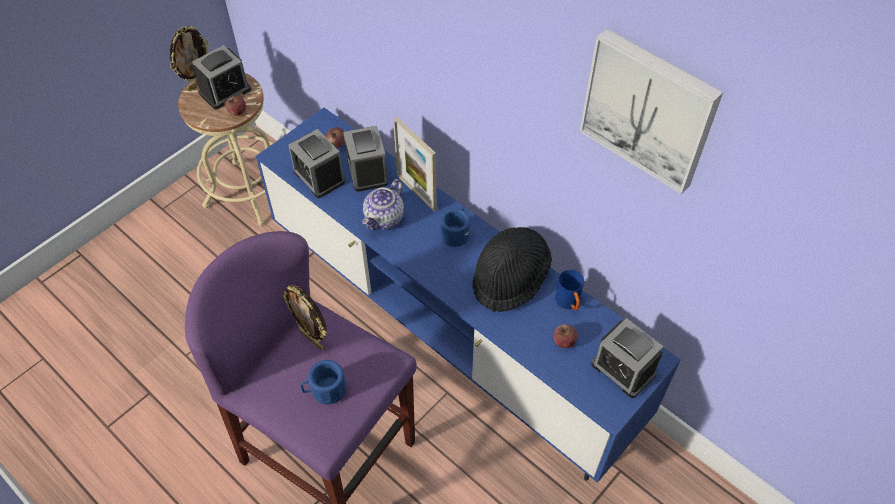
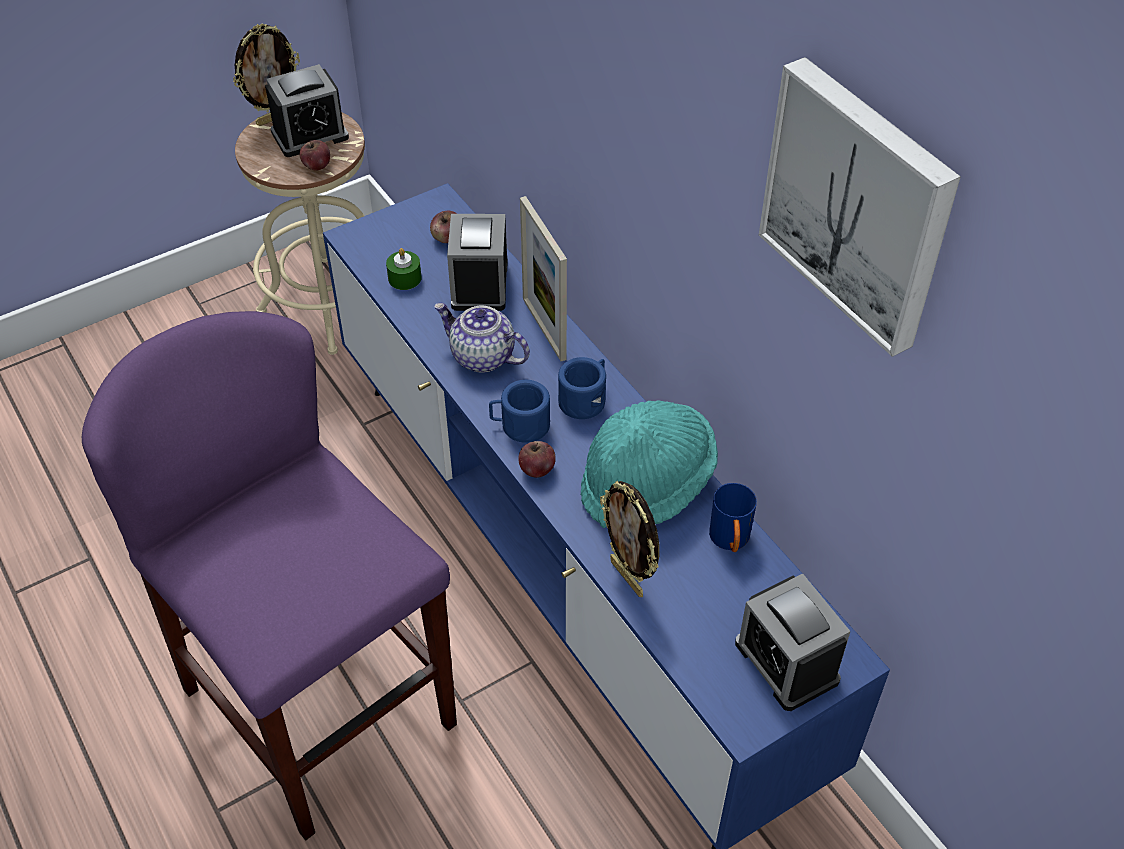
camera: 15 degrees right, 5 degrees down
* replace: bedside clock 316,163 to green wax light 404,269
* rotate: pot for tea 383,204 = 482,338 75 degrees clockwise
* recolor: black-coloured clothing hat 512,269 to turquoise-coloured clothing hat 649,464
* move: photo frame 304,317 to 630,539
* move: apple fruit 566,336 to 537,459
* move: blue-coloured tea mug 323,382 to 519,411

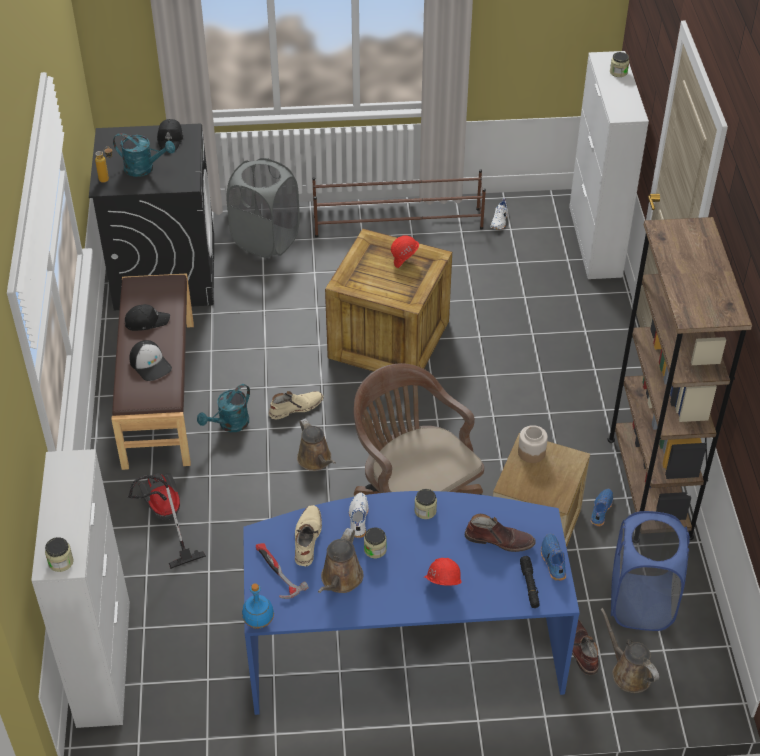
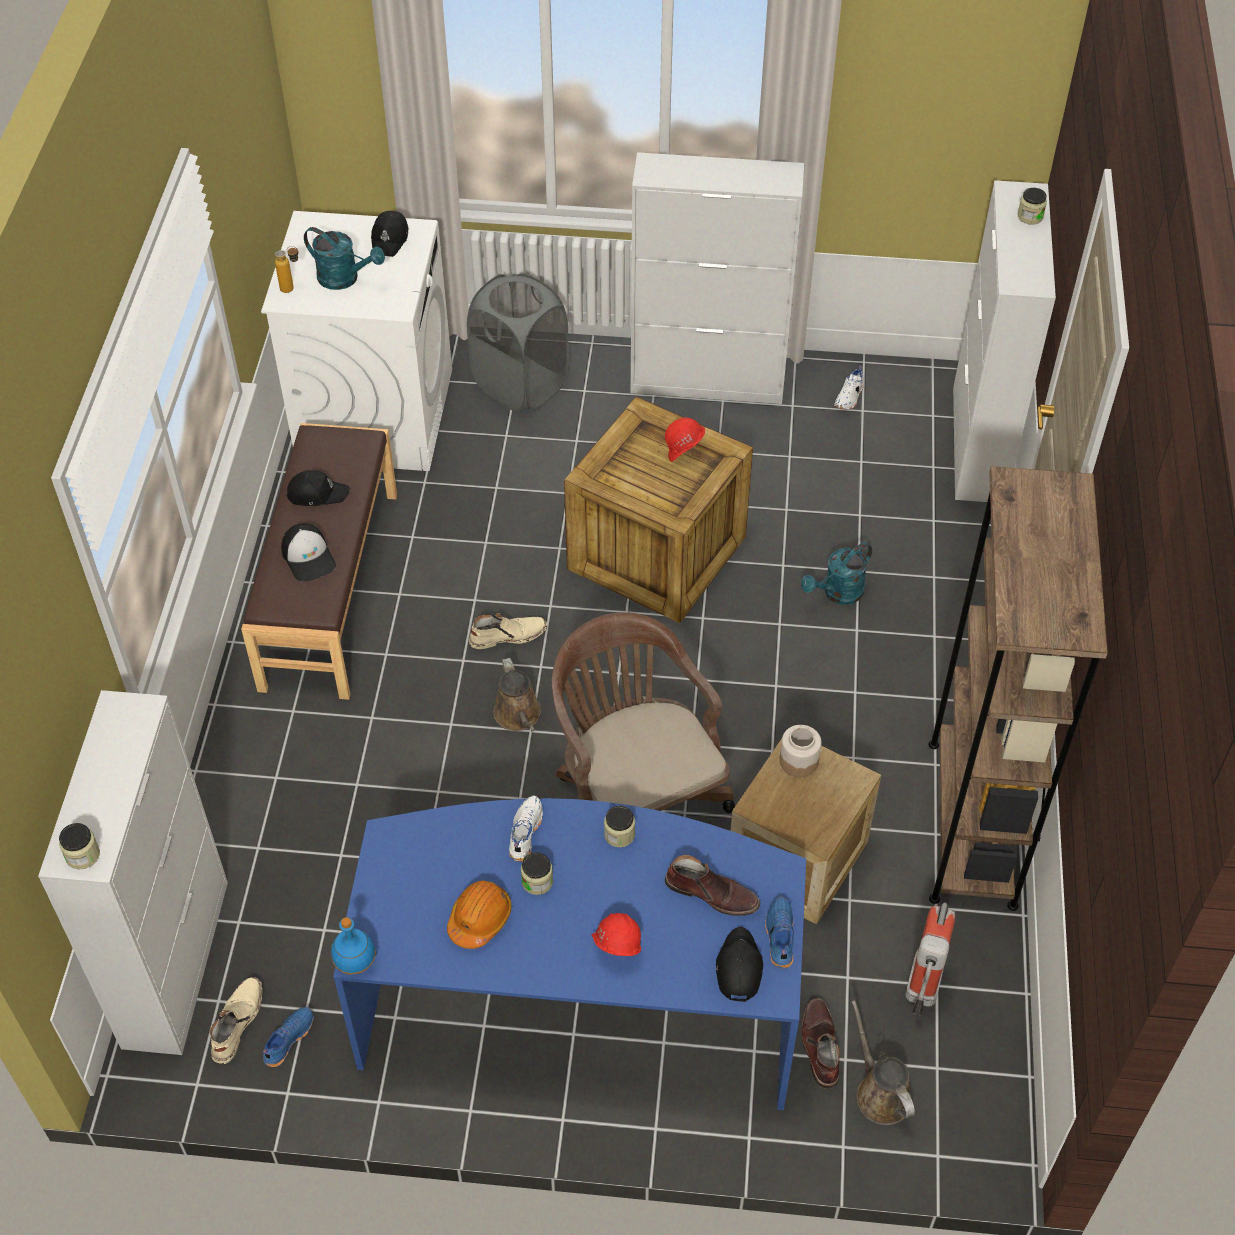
camera: 10 degrees right, 5 degrees up
* recolor: black-coloured washing machine 151,217 to whitish washing machine 356,341
* replace: brown-coloured shoe shelf 399,204 to whitish storage cabinet 717,278
* move: turquoise-coloured sprinkling can 223,408 to 836,573
* delete: vacuum 167,521
* move: blue-coloured low shoe 602,508 to 288,1037
* move: sand-coloured boot 308,535 to 236,1020
* replace: blue-coloured laundry basket 650,571 to extinguisher 930,958
* replace: brown-coloured sprinkling can 340,560 to orange-coloured work helmet 479,914
* delete: tool hammer 282,571
* replace: black-coloured flashlight 530,582 to black-coloured baseball cap 739,964

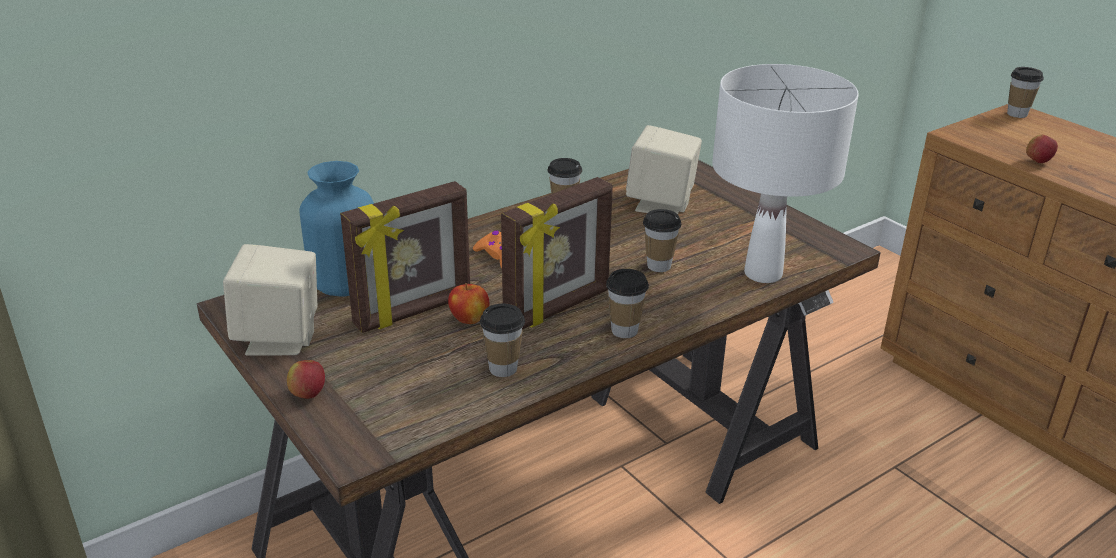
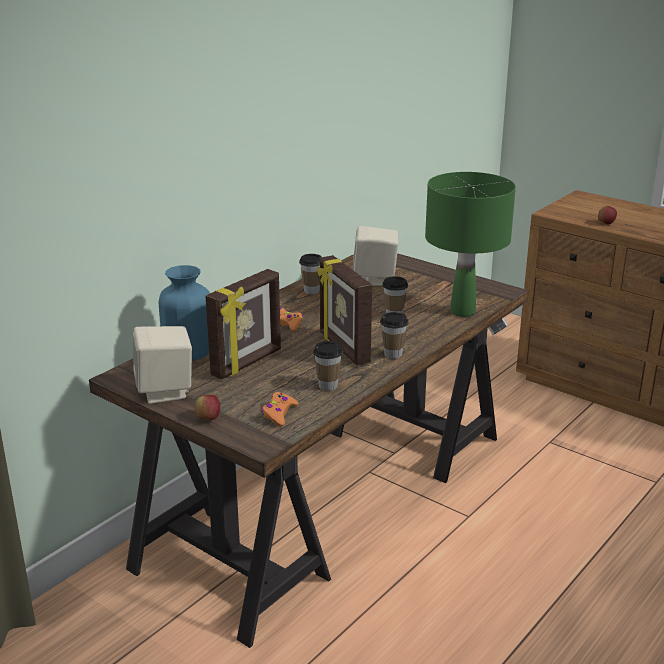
camera: 15 degrees left, 5 degrees down
* recolor: whitish lamp for a table 785,173 to green lamp for a table 470,244
* delete: drinking cup 1025,92
* rotate: photo frame 557,253 = 344,310 120 degrees clockwise
* delete: apple fruit 468,303
* insert: orange-coloured game controller 280,409

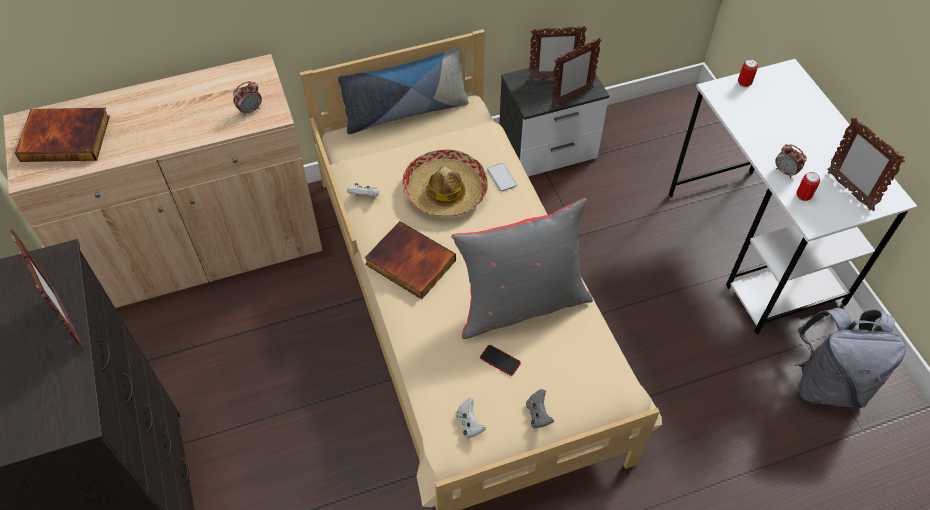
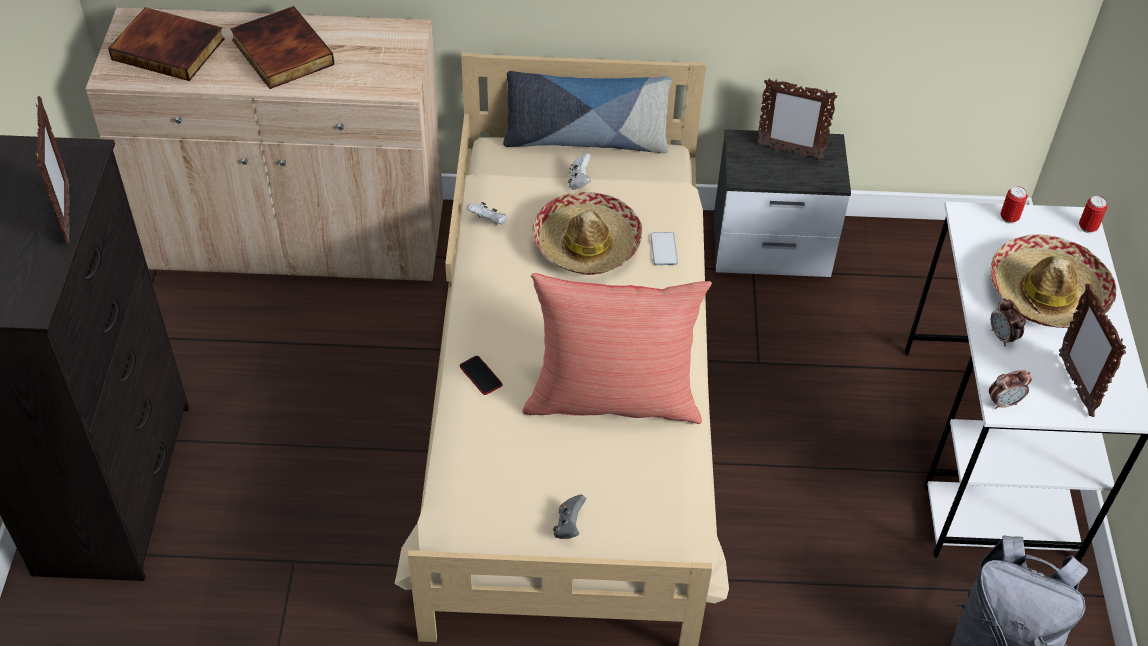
camera: 20 degrees right, 5 degrees down
* delete: photo frame 576,72
* move: bedside clock 247,98 to 1010,389
* move: sealed can 808,186 to 1093,214
* recolor: gray throw pillow 522,268 to reddish throw pillow 617,348
* move: volume 410,260 to 282,47
* move: phone 500,360 to 481,375
* move: whitish game controller 471,418 to 579,171
* insert: clothing hat 1053,281

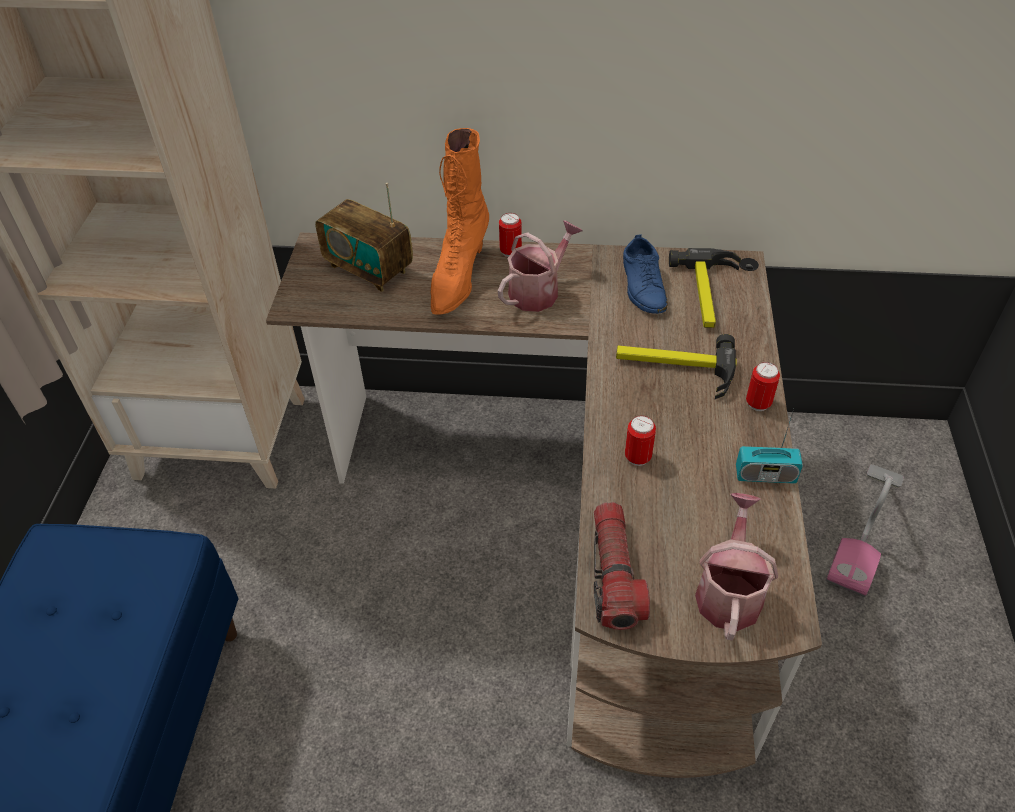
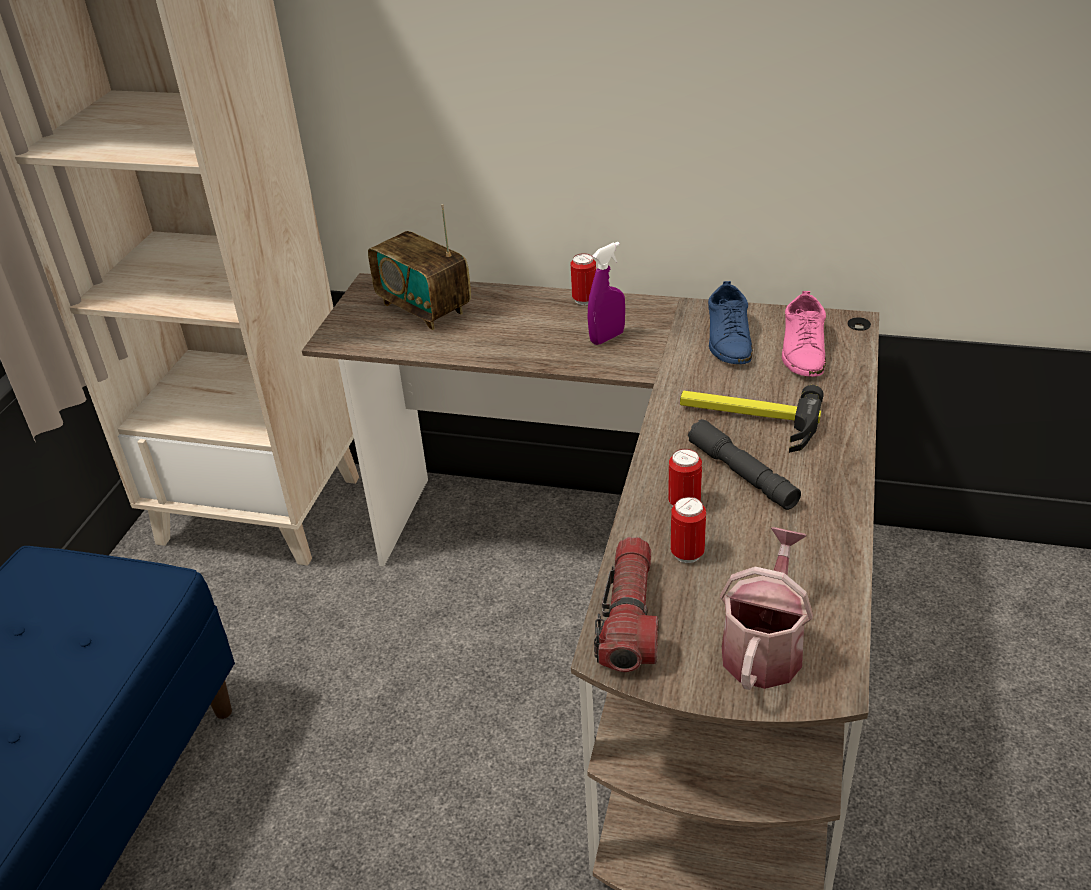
camera: 10 degrees right, 10 degrees down
* delete: orange-coloured boot 460,221
* replace: sprinkling can 540,266 to purple spray bottle 606,293
* replace: tool hammer 705,288 to pink low shoe 804,334
* move: sealed can 763,386 to 688,530
* delete: radio receiver 769,446
* delete: vacuum 865,530
* insert: gray flashlight 744,464

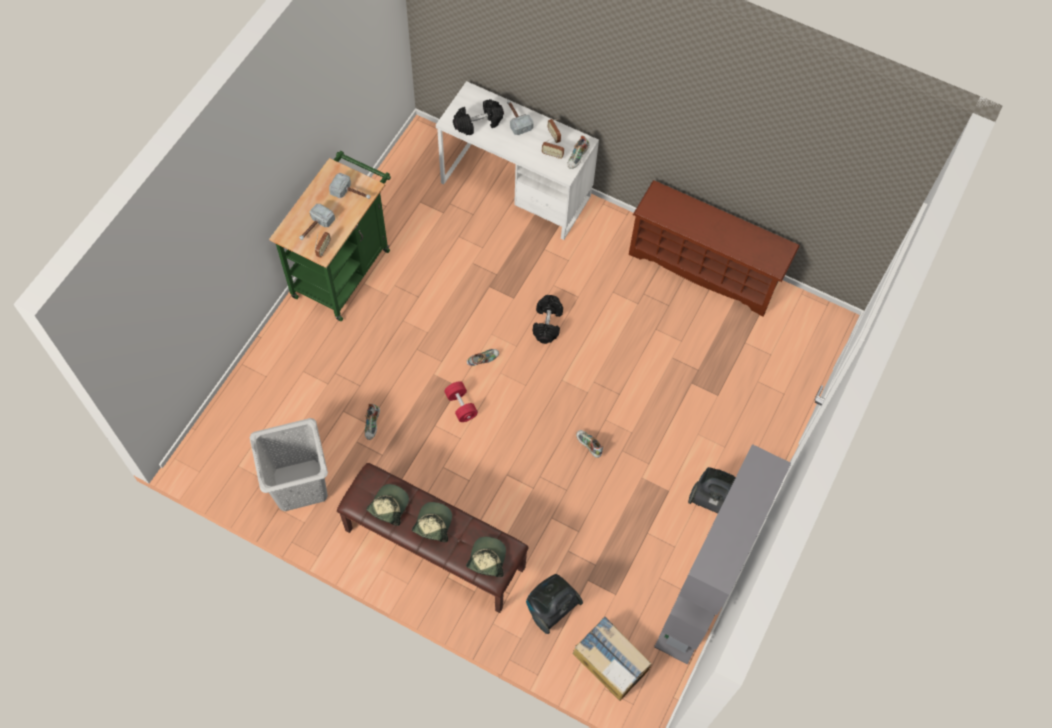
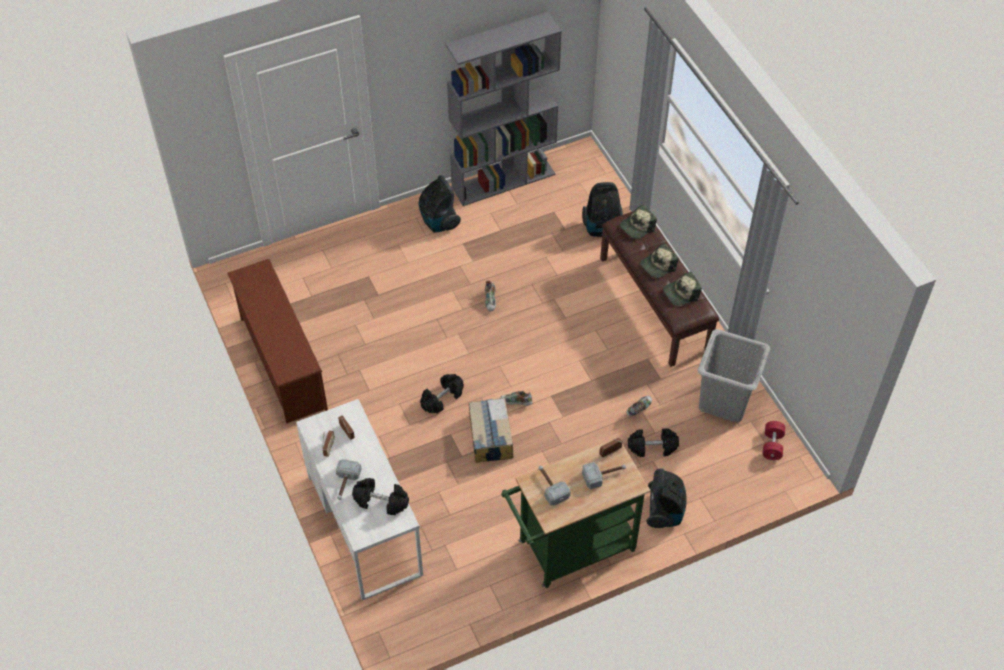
camera: 140 degrees left, 10 degrees down
* delete: low shoe 578,152
* move: reddish hand weight 461,401 to 773,440
* move: packing box 612,659 to 491,430
* insert: black-coloured hand weight 653,442
* insert: vacuum 667,498

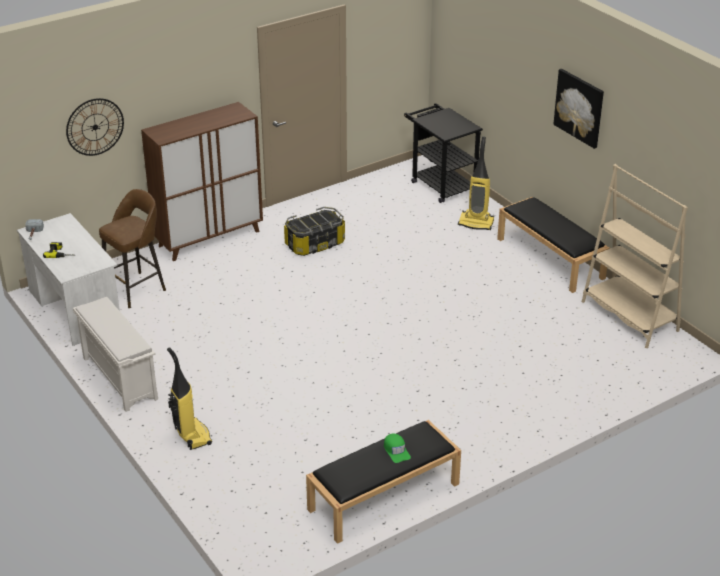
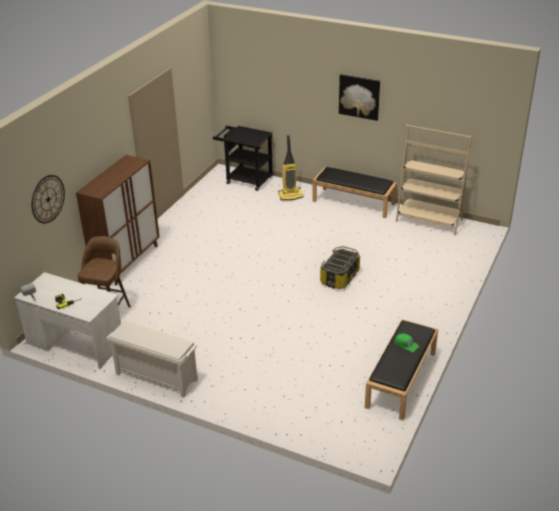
camera: 30 degrees left, 0 degrees up
* move: storage bin 314,231 to 340,267
* delete: vacuum 189,398

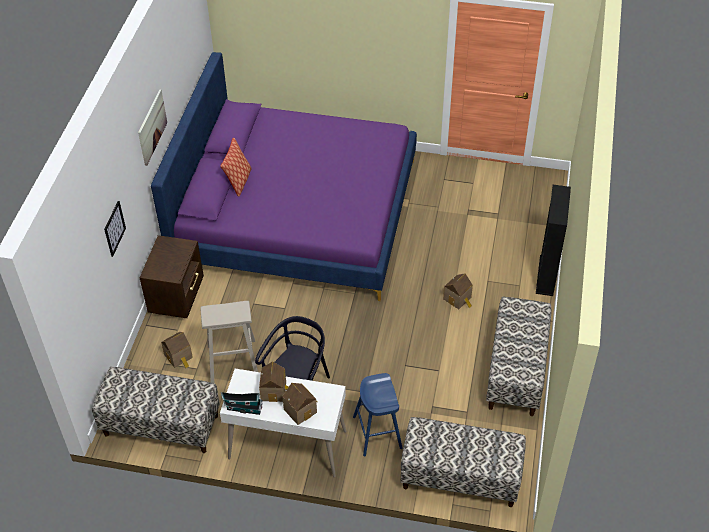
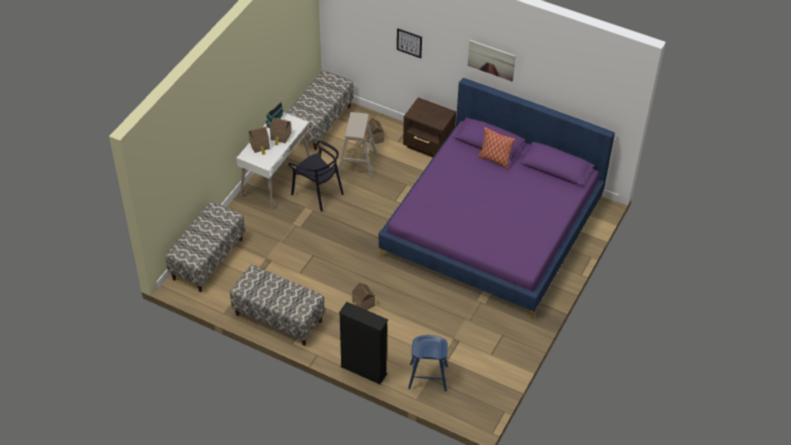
camera: 105 degrees right, 0 degrees up
* move: blue-coloured sitting stool 378,414 to 428,363

